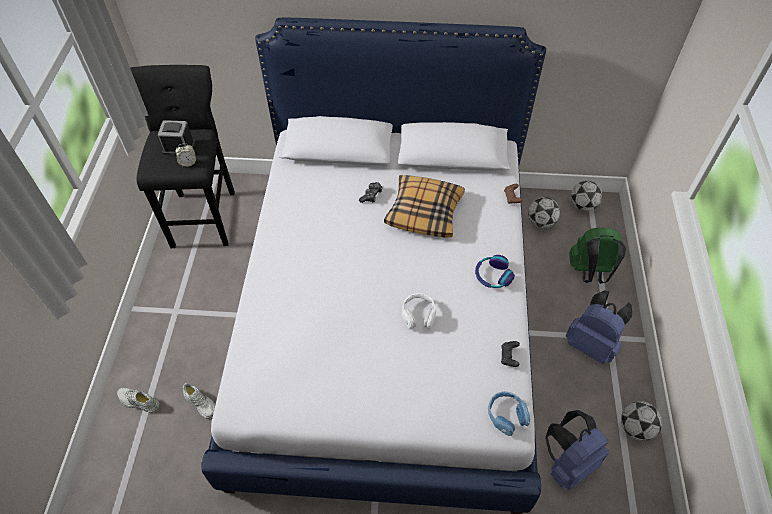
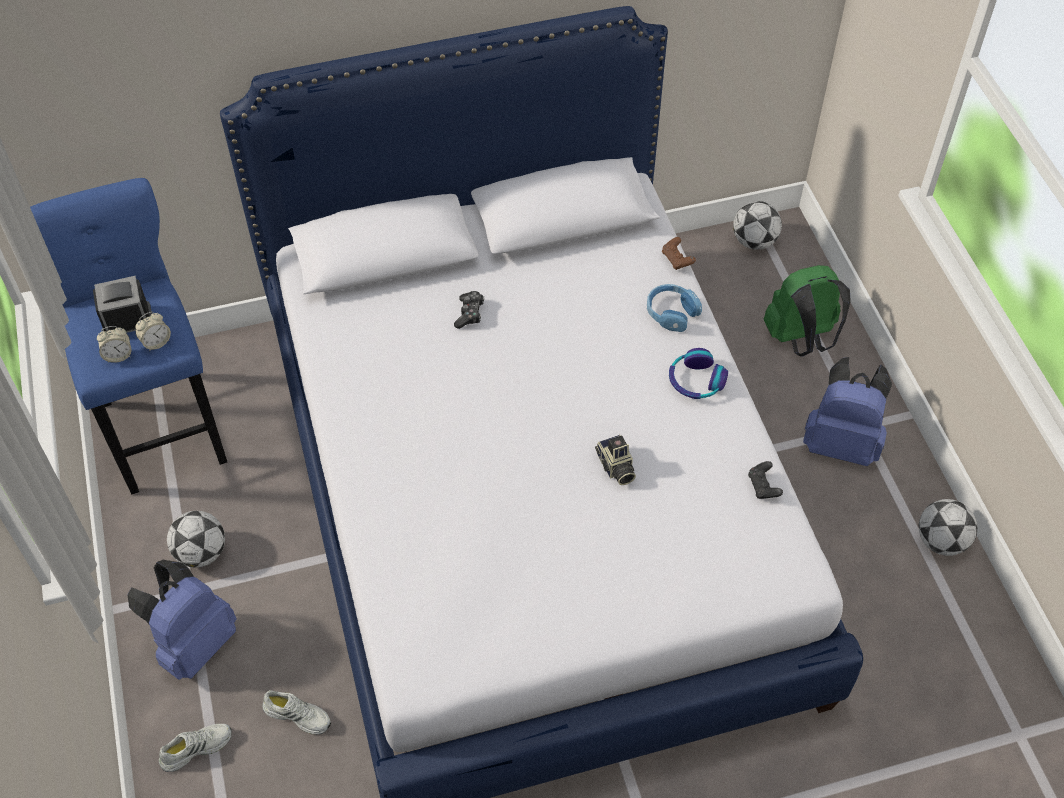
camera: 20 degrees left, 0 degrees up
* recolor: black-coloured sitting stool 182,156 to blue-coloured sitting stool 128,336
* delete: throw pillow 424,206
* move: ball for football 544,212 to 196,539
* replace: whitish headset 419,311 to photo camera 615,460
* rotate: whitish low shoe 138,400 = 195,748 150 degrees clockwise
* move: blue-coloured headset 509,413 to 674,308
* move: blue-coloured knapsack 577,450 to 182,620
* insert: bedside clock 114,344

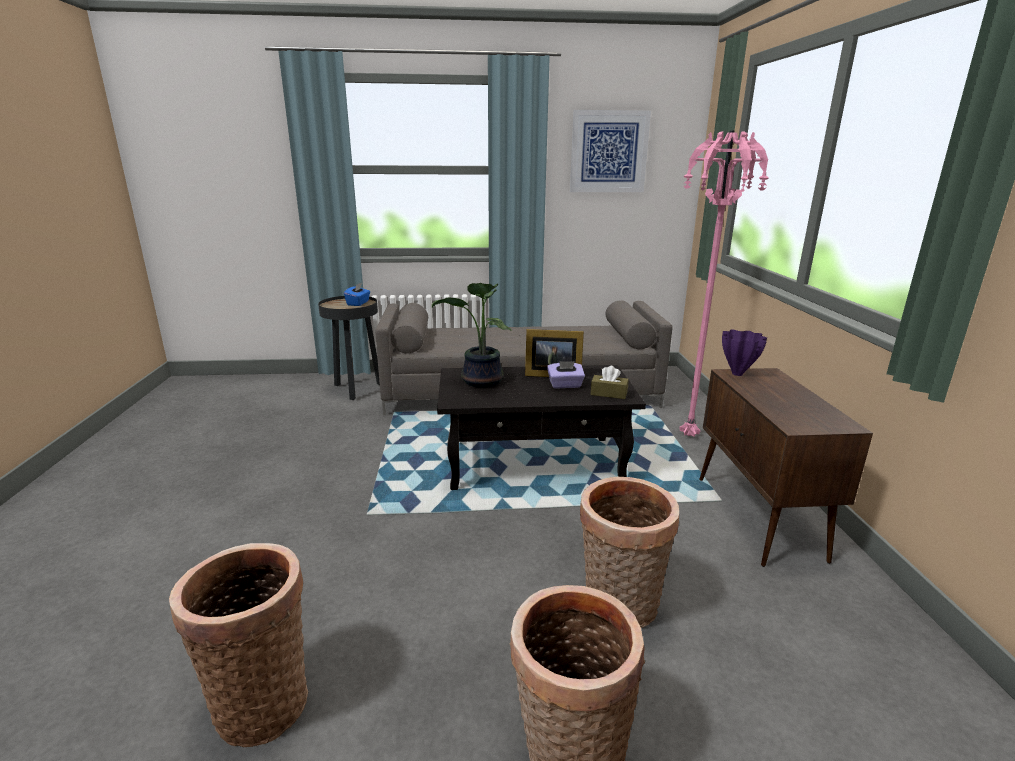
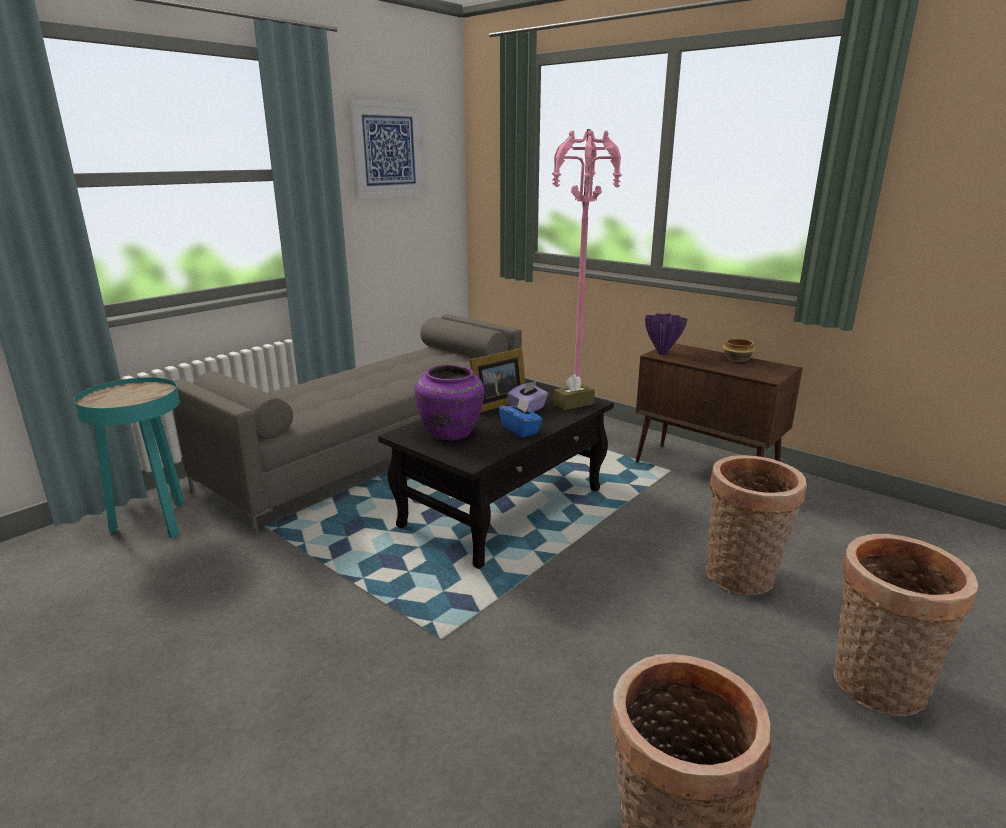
camera: 45 degrees left, 0 degrees up
* move: blue-coloured tissue holder 357,294 to 521,417
* replace: potted plant 472,335 to purple vase 449,402
* recolor: black-coloured side table 349,348 to turquoise-coloured side table 129,458
* insert: deep dish 739,350

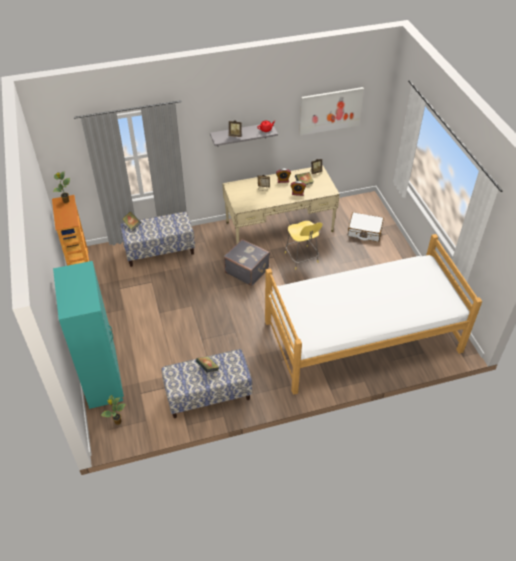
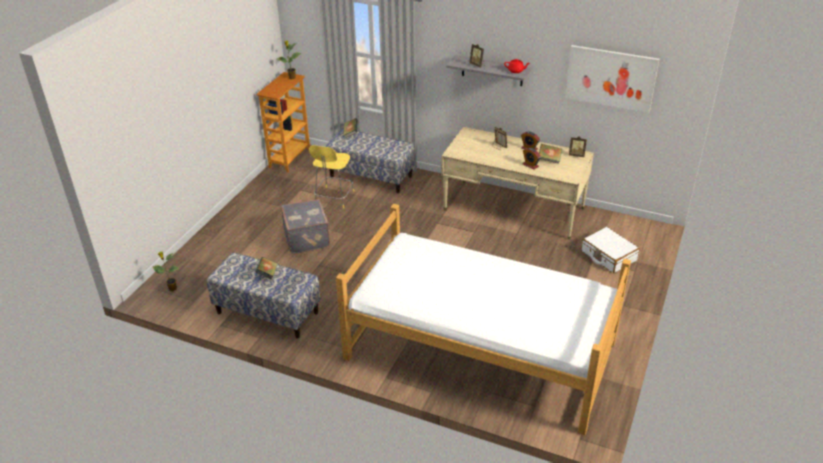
camera: 40 degrees right, 10 degrees down
* move: yellow-coloured sitting stool 304,245 to 331,177
* move: gray suitcase 247,262 to 305,226
* delete: turquoise-coloured armoire 88,335

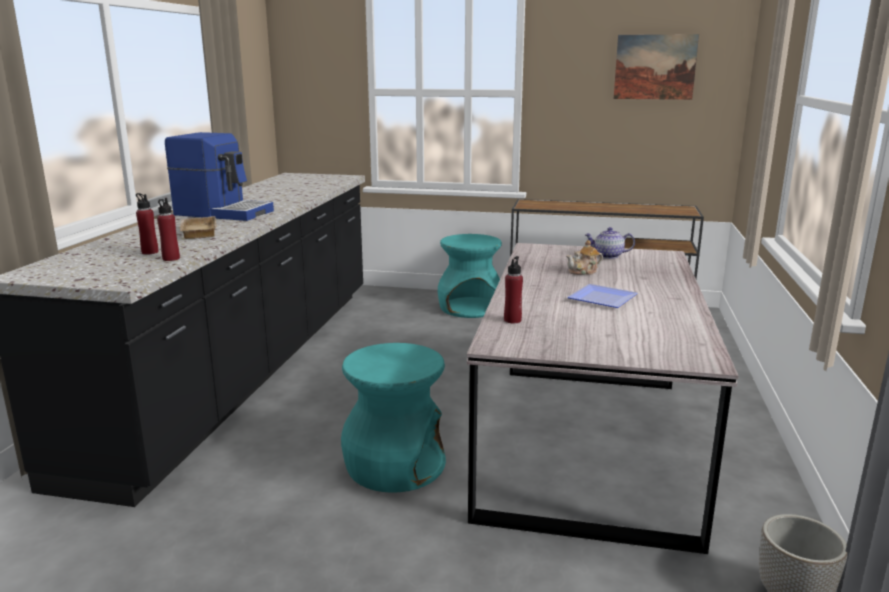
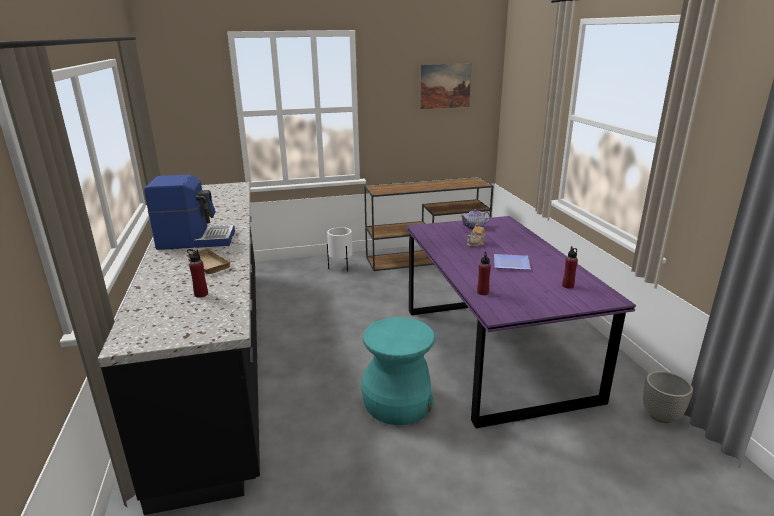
camera: 25 degrees left, 5 degrees up
* move: reddish drink bottle 168,229 to 570,267
* replace: turquoise-coloured sitting stool 470,276 to whitish flower pot 339,249
* recolor: gray dining table 603,398 to purple dining table 521,322

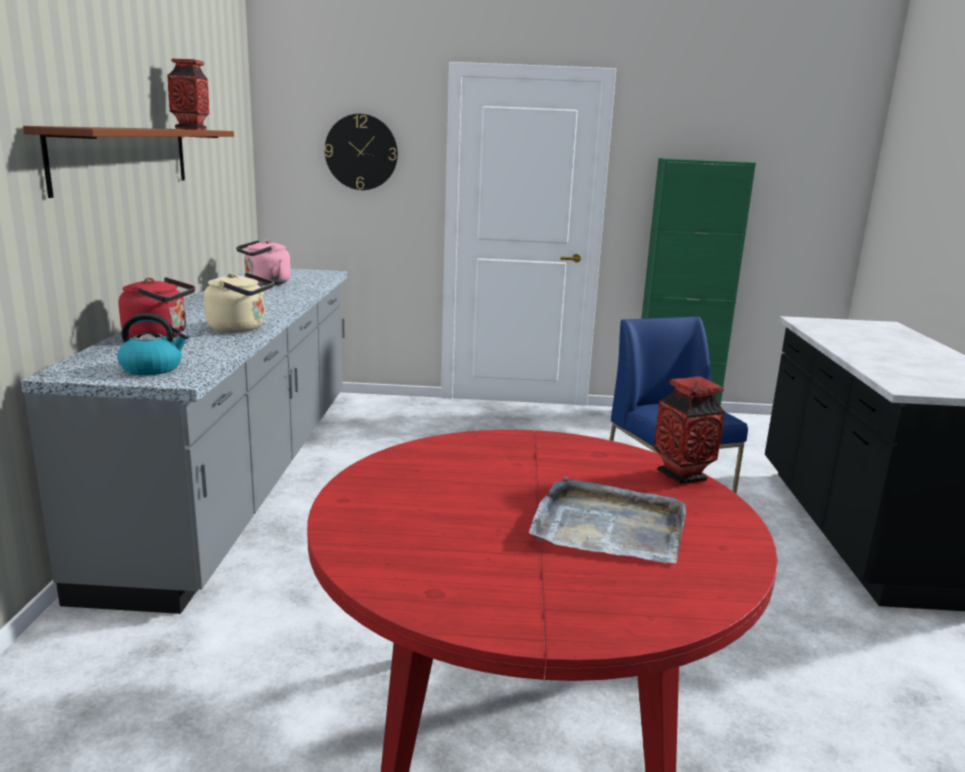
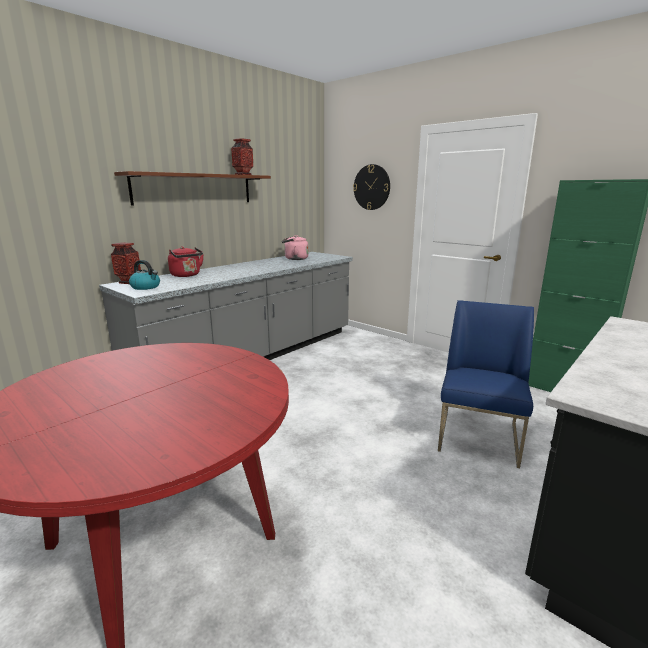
camera: 40 degrees right, 0 degrees up
* delete: sand-coloured tea kettle 239,303
* move: vase 689,431 to 126,263
* delete: gray carrying tray 607,520

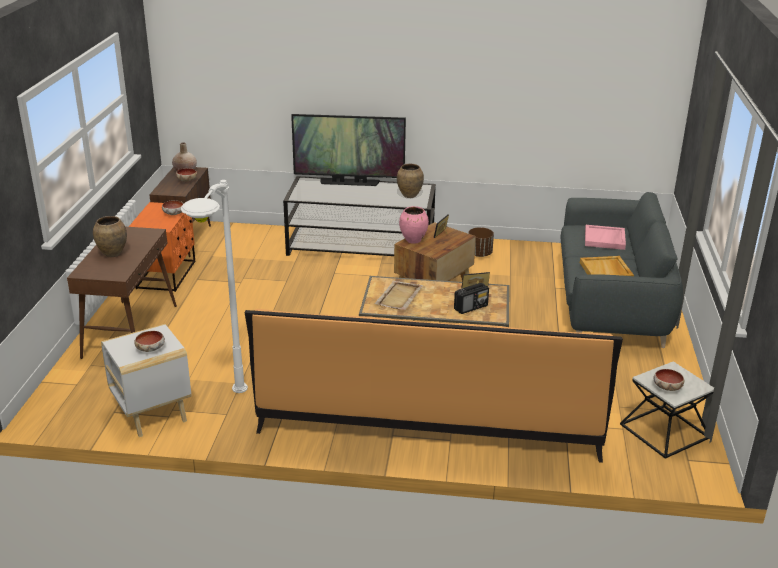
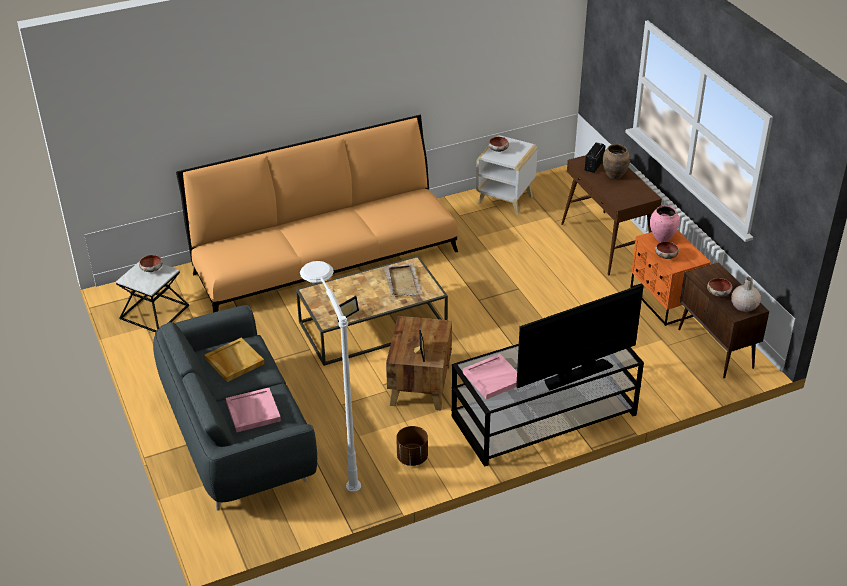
camera: 150 degrees right, 10 degrees up
* replace: brown-coloured vase 410,181 to pink carrying tray 490,376
* move: whitish standing lamp 214,286 to 330,376
* move: pink vase 414,225 to 664,224
* move: radio receiver 471,298 to 595,158

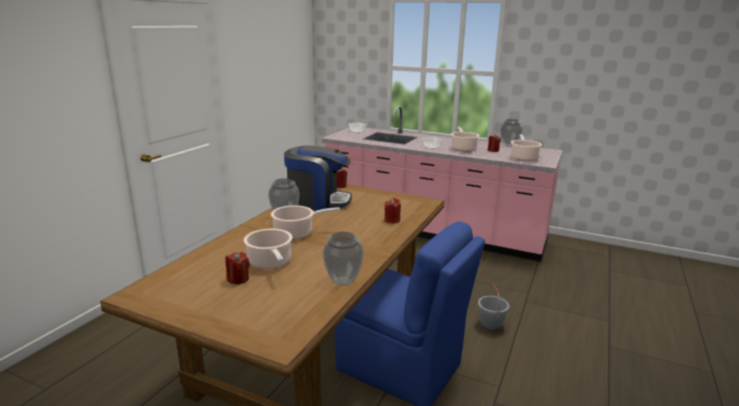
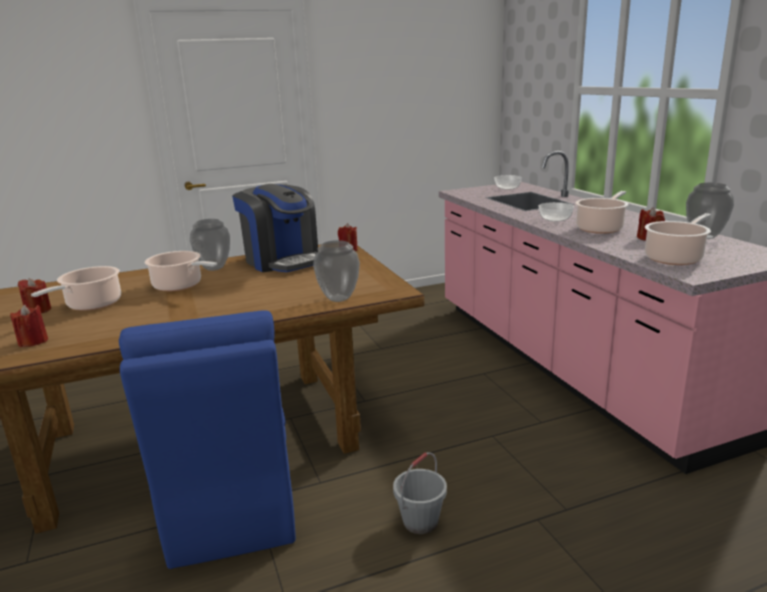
camera: 45 degrees right, 0 degrees up
* move: reddish wax light 392,211 to 29,325
* move: vase 343,259 to 336,271

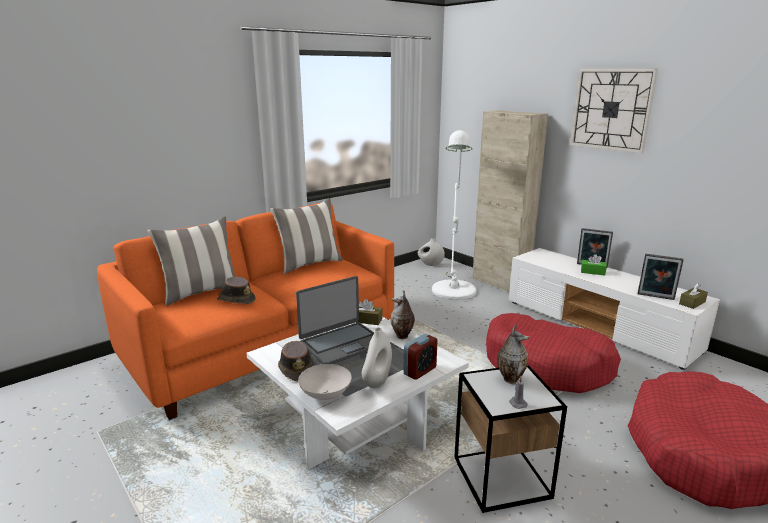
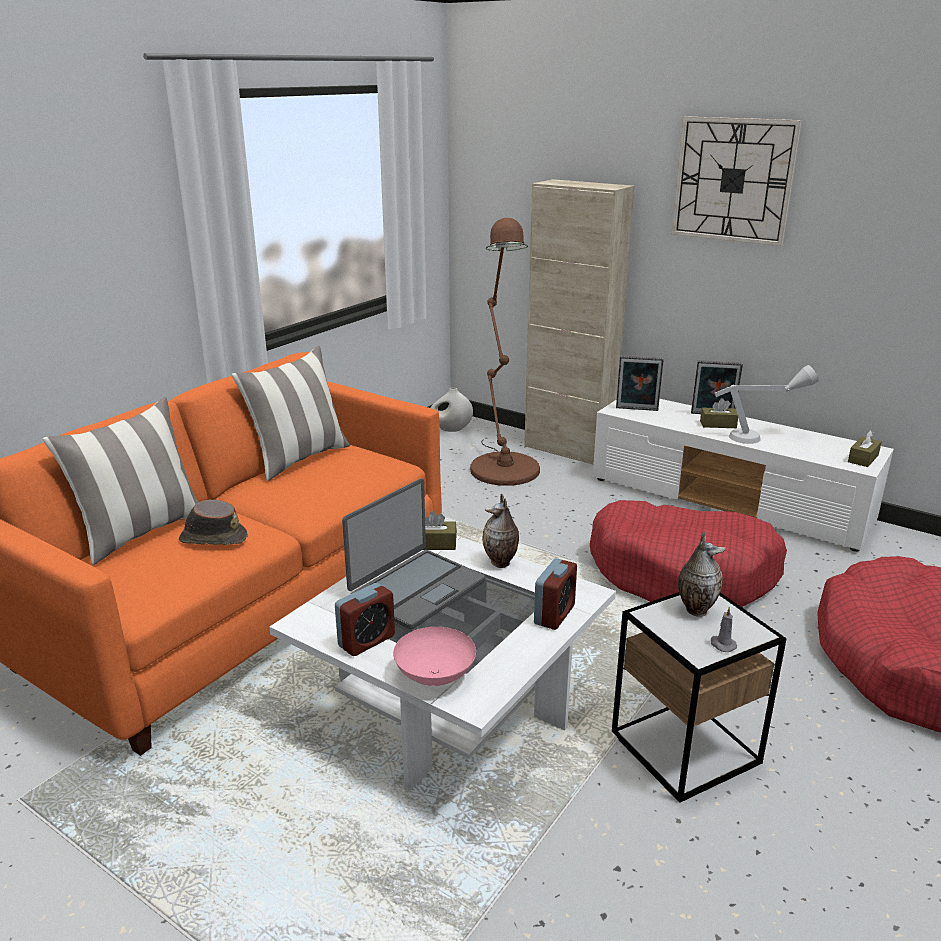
camera: 15 degrees left, 5 degrees up
* recolor: whitish standing lamp 454,215 to brown-coloured standing lamp 505,352
* recolor: green tissue holder 594,265 to brown-coloured tissue holder 719,413
* move: photo frame 661,277 to 640,383
* delete: whitish vase 377,357
* replace: brown-coloured clothing hat 296,361 to bedside clock 365,619
* recolor: whitish deep dish 325,382 to pink deep dish 434,656
* insert: gray lamp for a table 767,404

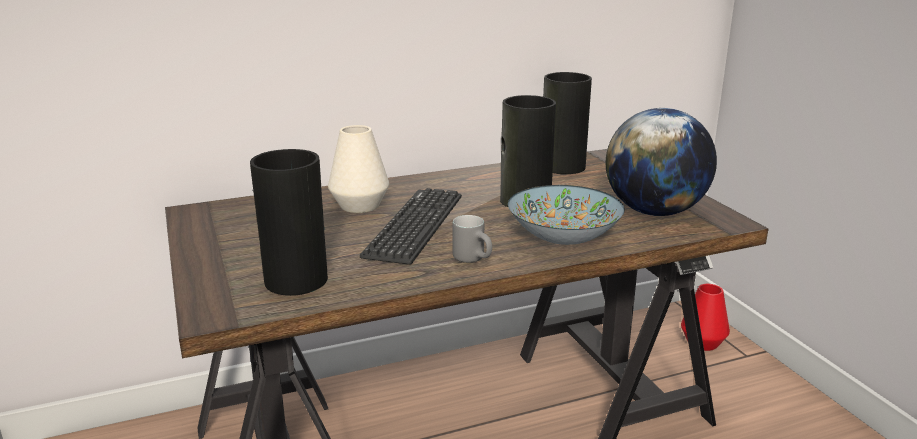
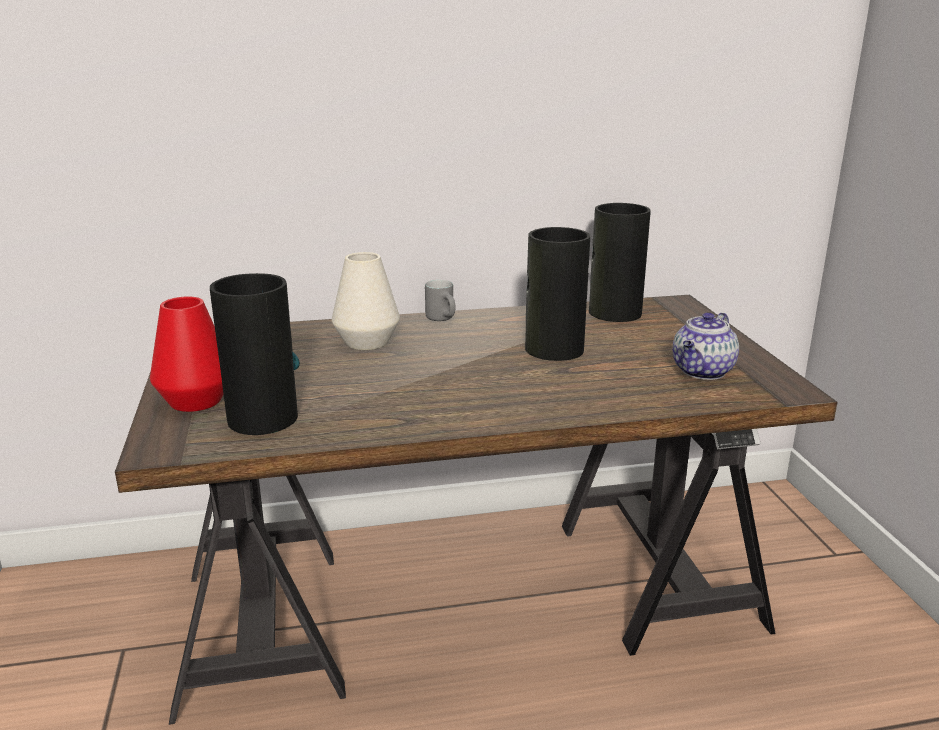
camera: 10 degrees right, 0 degrees up
* replace: desk globe 661,162 to pot for tea 706,346
* delete: deep dish 566,215
* delete: computer keyboard 411,226
* move: gray tea mug 472,239 to 440,300
* move: reddish vase 705,317 to 186,354

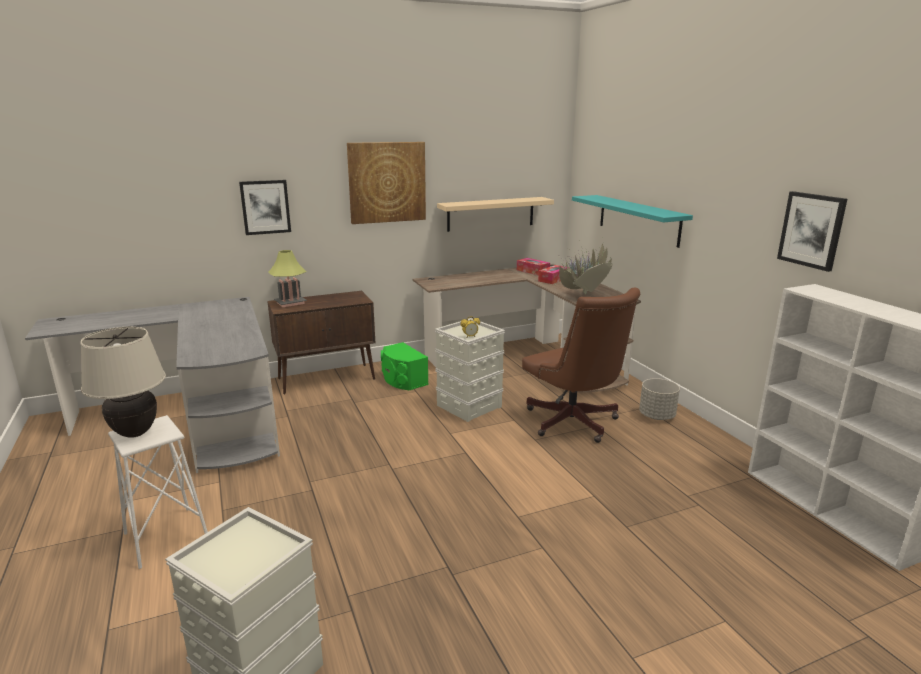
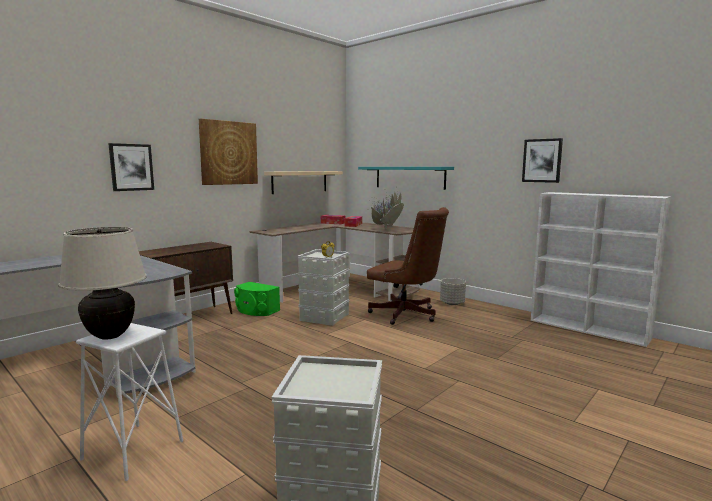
camera: 25 degrees left, 10 degrees down
* delete: lamp for a table 287,278

